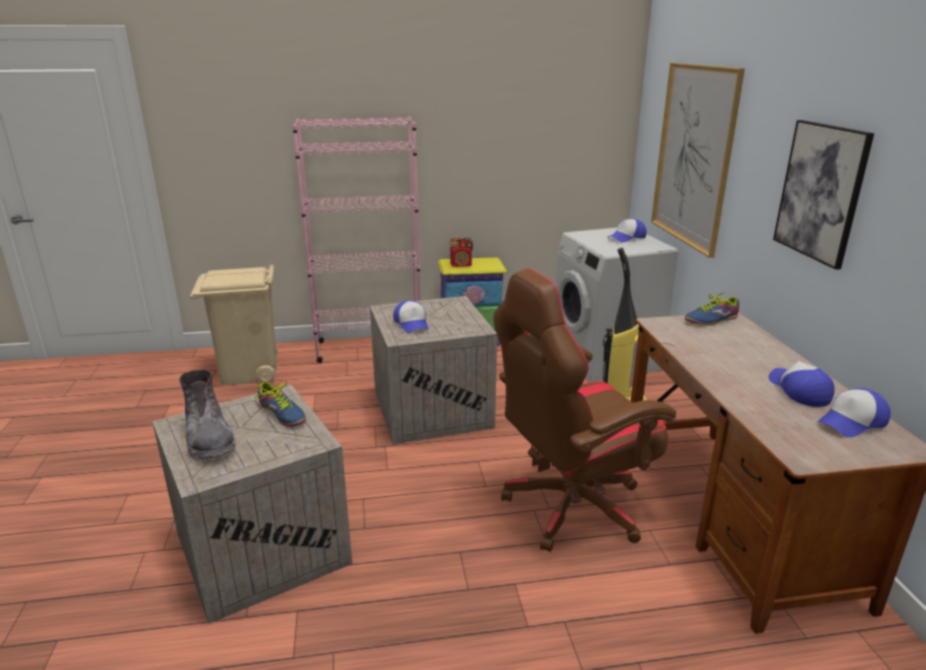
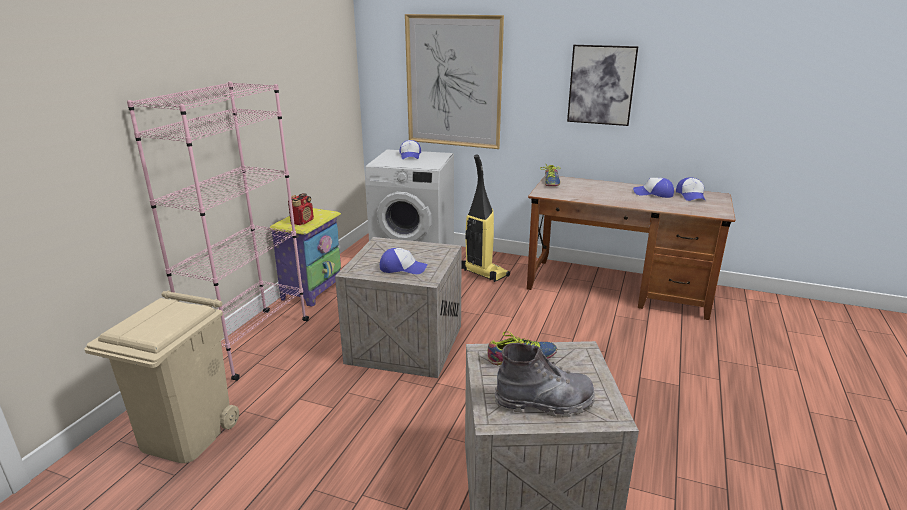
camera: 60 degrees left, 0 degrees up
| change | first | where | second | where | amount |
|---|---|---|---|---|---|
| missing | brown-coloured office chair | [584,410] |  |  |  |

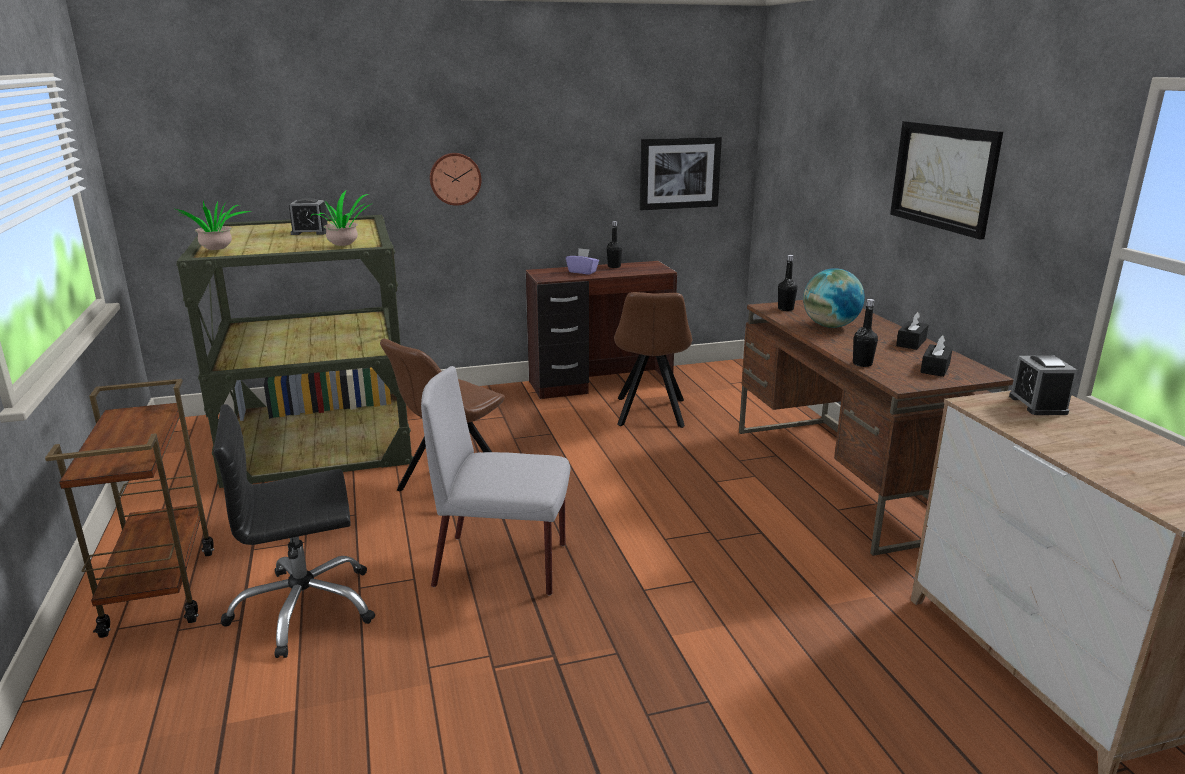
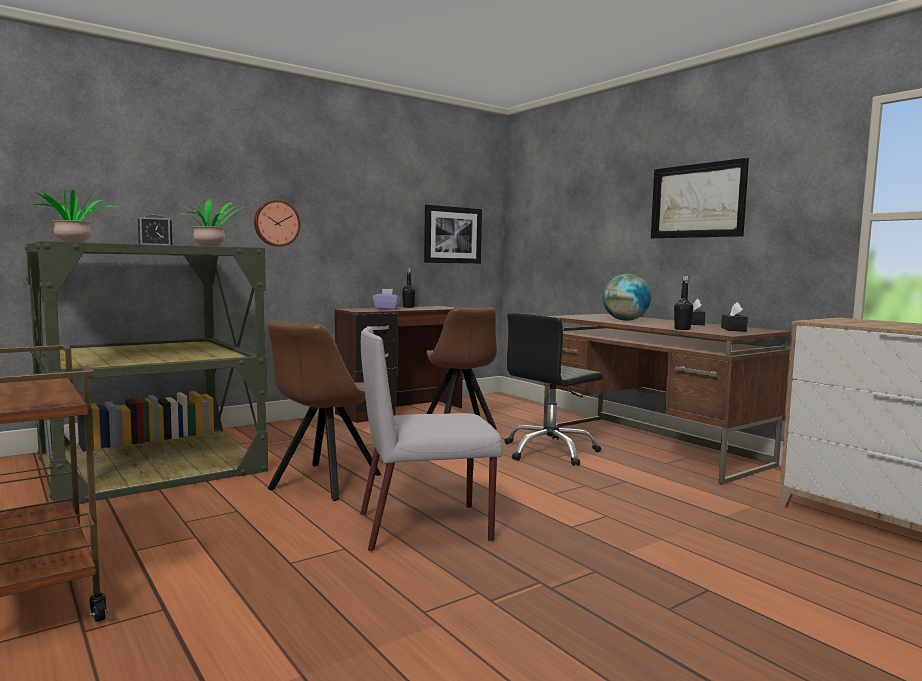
camera: 20 degrees left, 15 degrees down
| change | first | where | second | where | amount |
|---|---|---|---|---|---|
| missing | black-coloured bottle | [788,283] |  |  |  |
| missing | alarm clock | [1043,385] |  |  |  |
| relocated | black-coloured office chair | [294,531] |  | [553,389] |  |

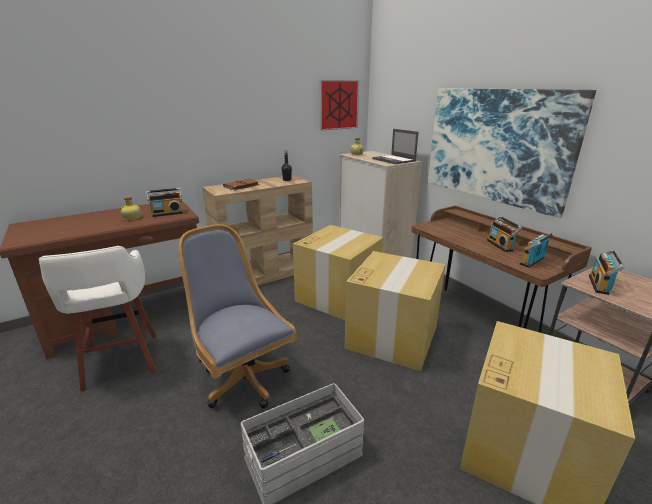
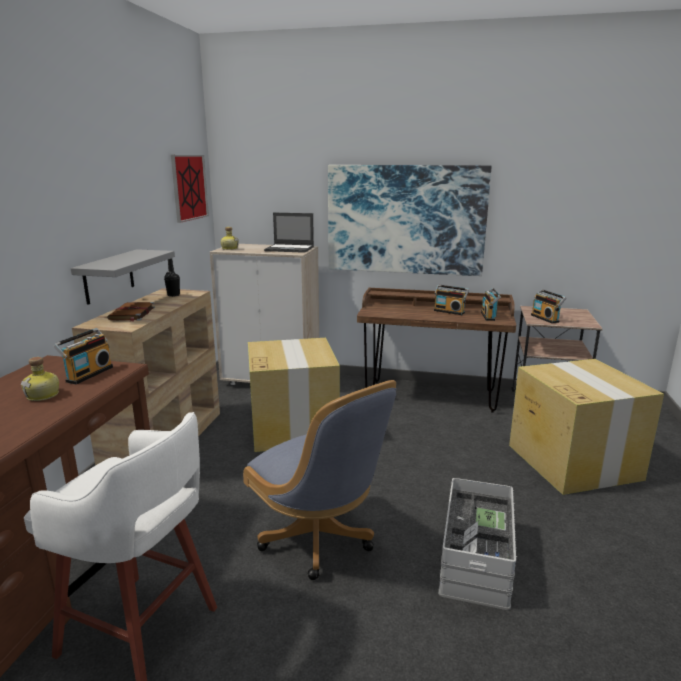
camera: 45 degrees left, 5 degrees down
| change | first | where | second | where | amount |
|---|---|---|---|---|---|
| missing | carton | [395,311] |  |  |  |
| appeared |  |  | greyish shelf | [123,277] |  |
| spun | blue office chair | [237,316] |  | [319,480] | 135 degrees counterclockwise |

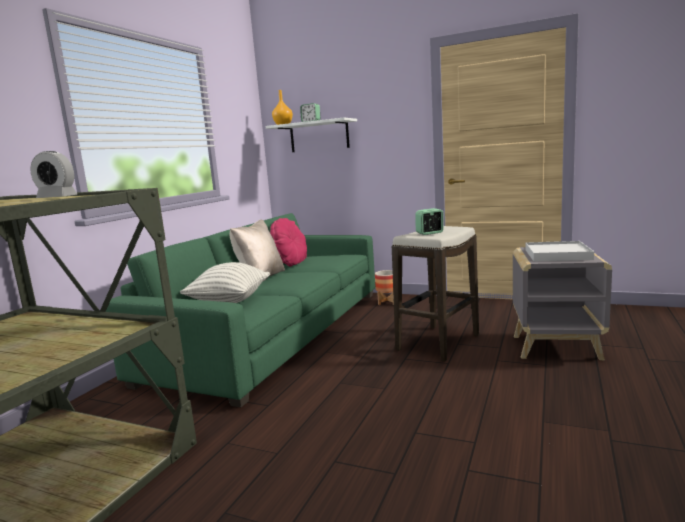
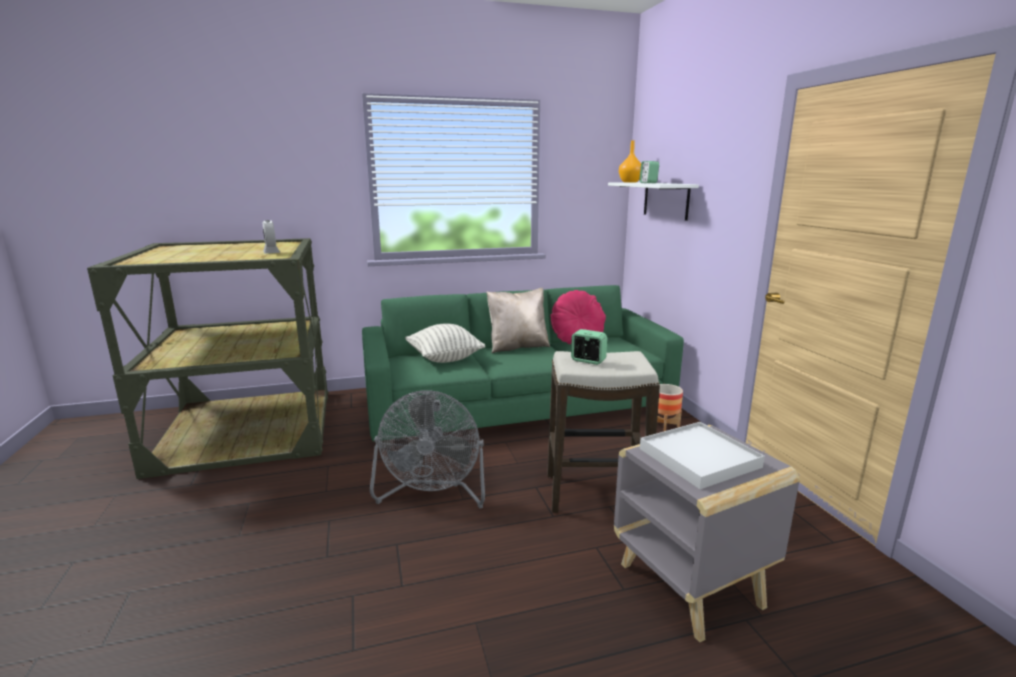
camera: 50 degrees right, 5 degrees up
| change | first | where | second | where | amount |
|---|---|---|---|---|---|
| appeared |  |  | greyish electric fan | [427,449] |  |

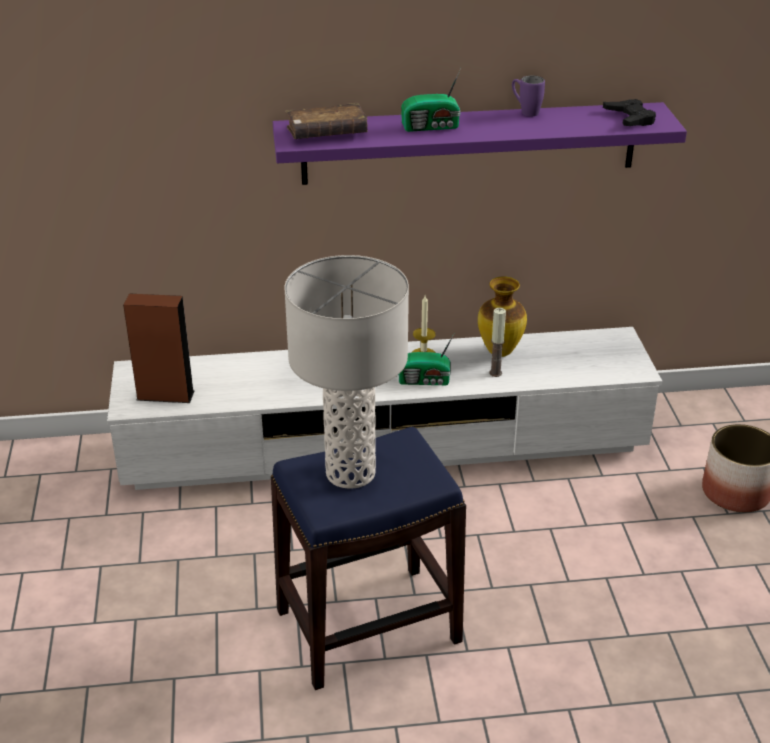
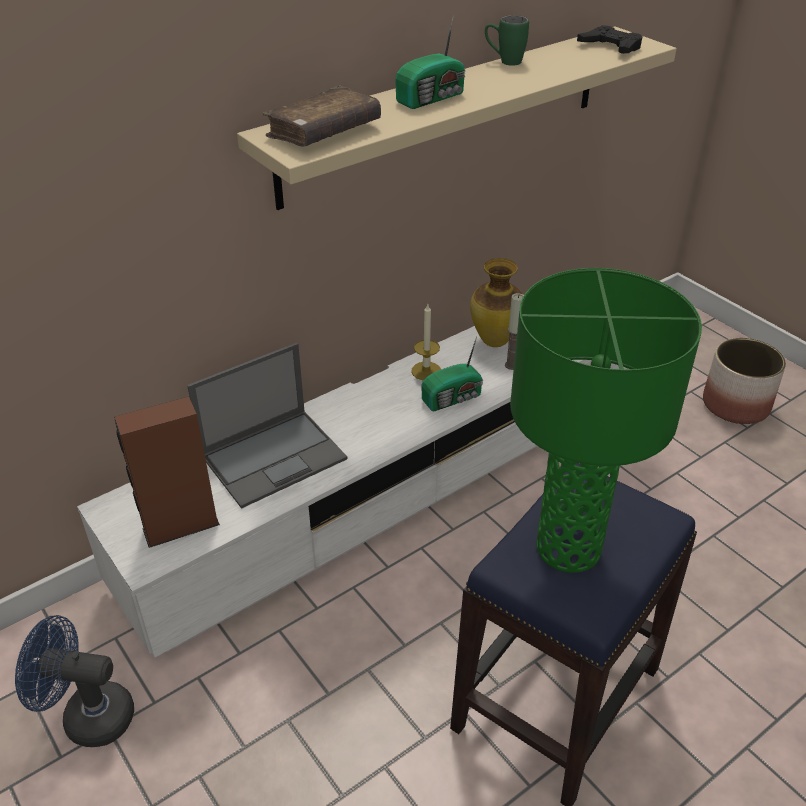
camera: 30 degrees left, 5 degrees up
| change | first | where | second | where | amount |
|---|---|---|---|---|---|
| appeared |  |  | blue electric fan | [74,681] |  |
| appeared |  |  | notebook computer | [267,426] |  |
| colour | purple shelf | [480,143] | sand-coloured shelf | [457,118] |  |
| colour | white-coloured table lamp | [347,372] | green table lamp | [606,420] |  |
| colour | purple tea mug | [528,95] | green tea mug | [507,40] |  |

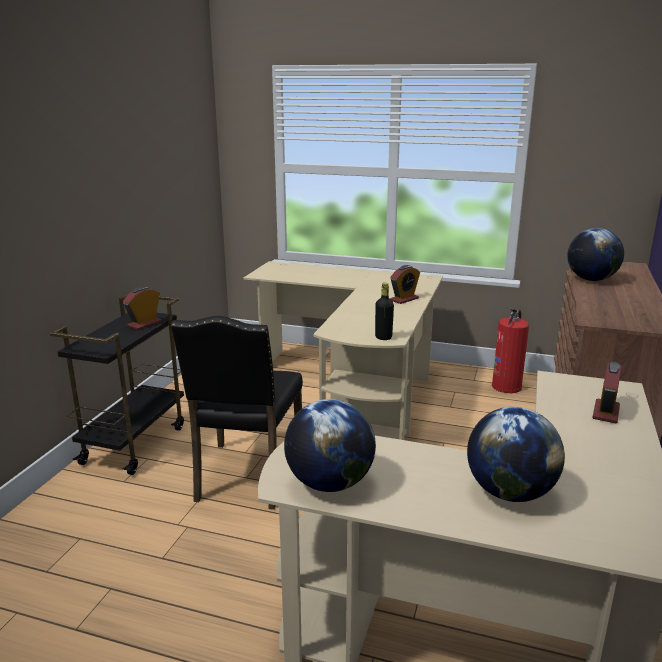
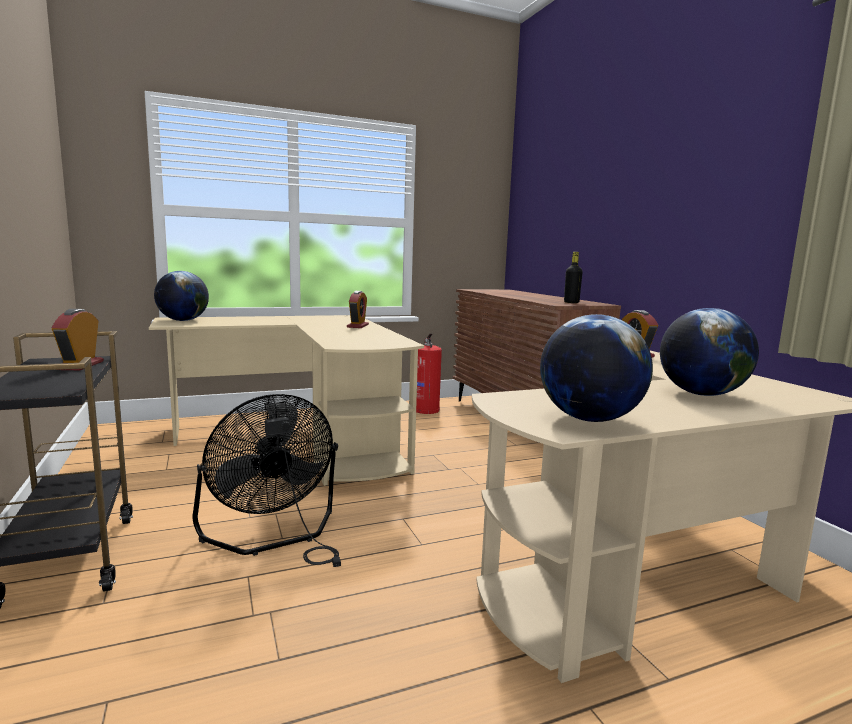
camera: 40 degrees left, 10 degrees down
| change | first | where | second | where | amount |
|---|---|---|---|---|---|
| relocated | black-coloured bottle | [384,311] |  | [573,277] |  |
| relocated | desk globe | [595,254] |  | [181,296] |  |
| exchanged | black-coloured chair | [237,413] | black-coloured electric fan | [266,480] |  |

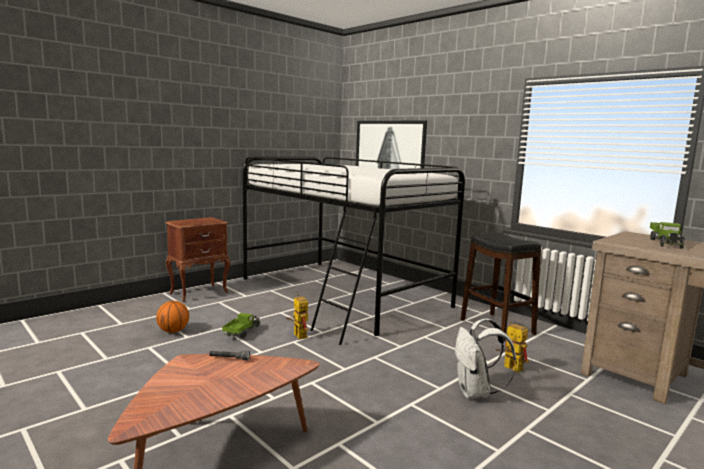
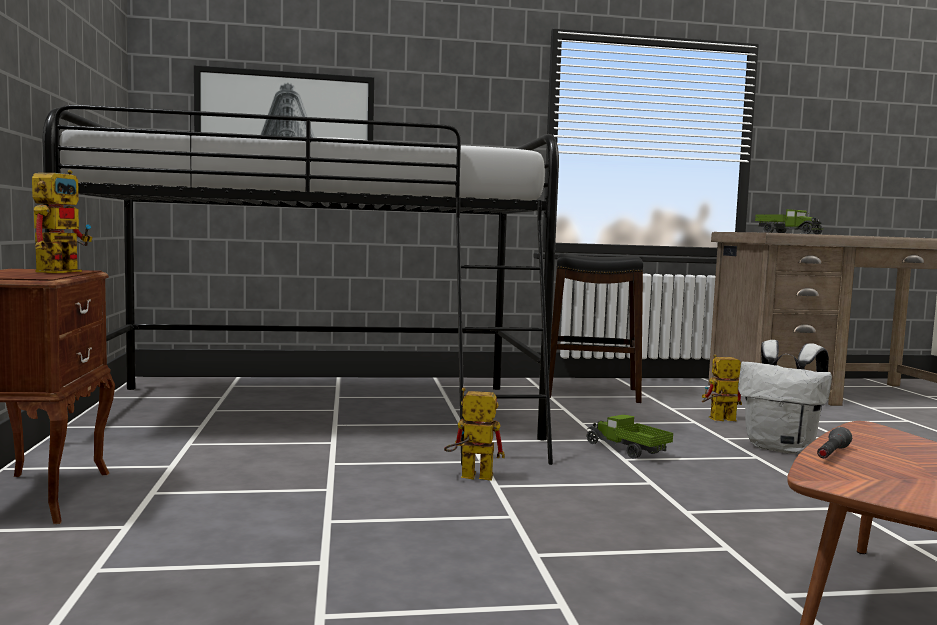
camera: 55 degrees left, 5 degrees down
| change | first | where | second | where | amount |
|---|---|---|---|---|---|
| missing | basketball | [172,317] |  |  |  |
| appeared |  |  | toy robot | [62,221] |  |
| relocated | toy lorry | [241,325] |  | [629,437] |  |

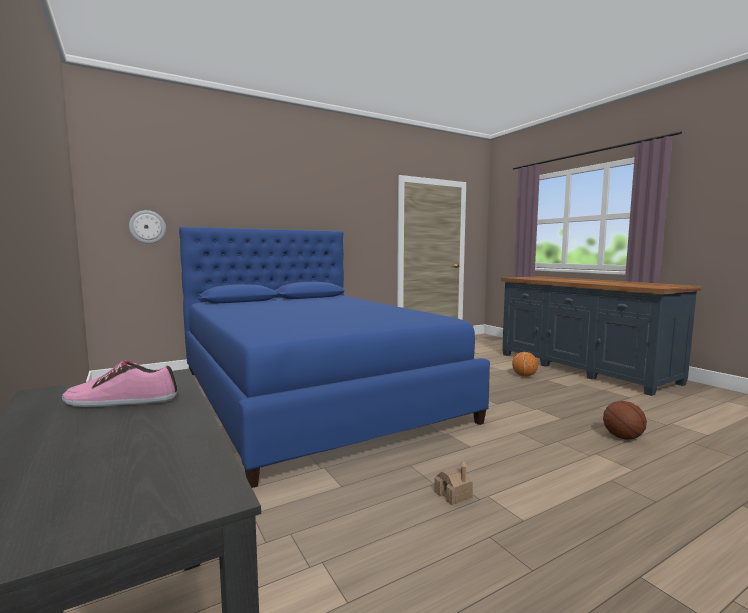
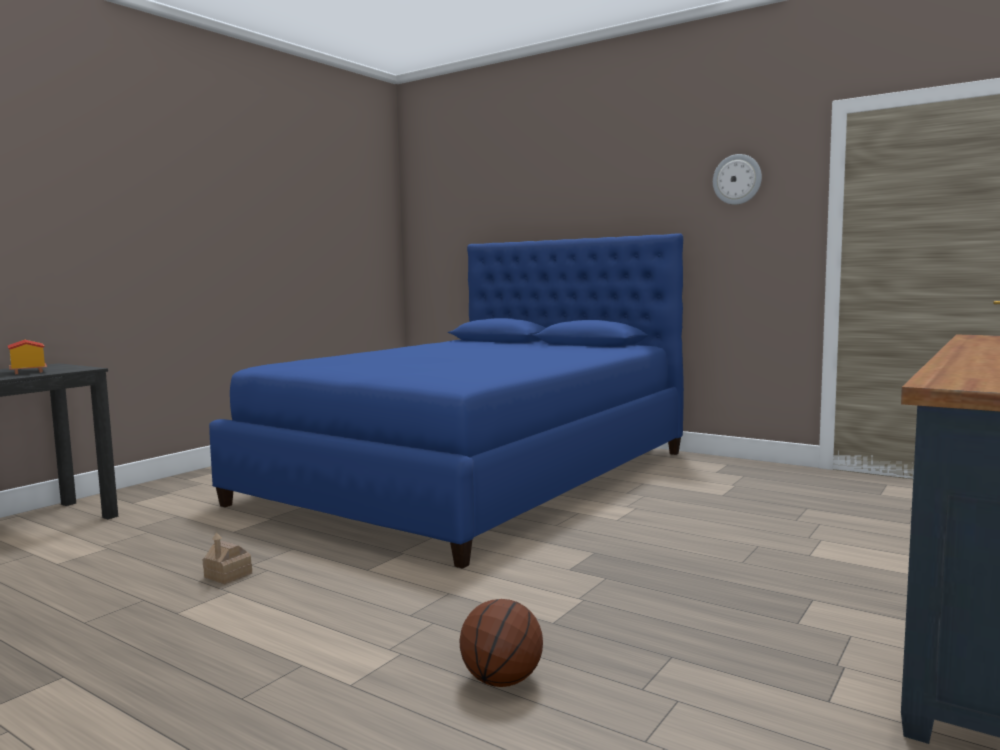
camera: 65 degrees right, 0 degrees up
| change | first | where | second | where | amount |
|---|---|---|---|---|---|
| missing | basketball | [525,364] |  |  |  |
| relocated | wall clock | [147,227] |  | [737,179] |  |
| exchanged | shoe | [119,384] | toy house | [27,357] |  |

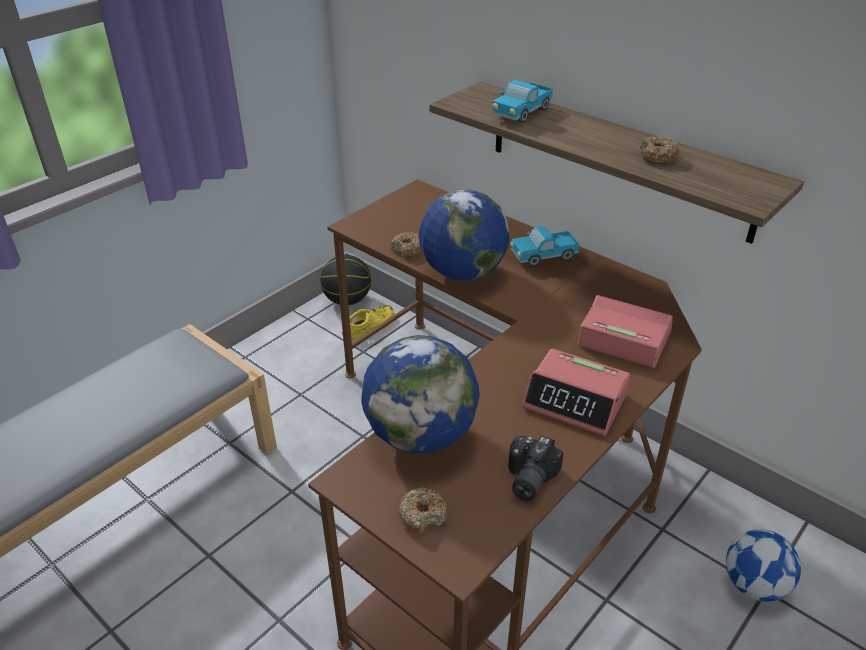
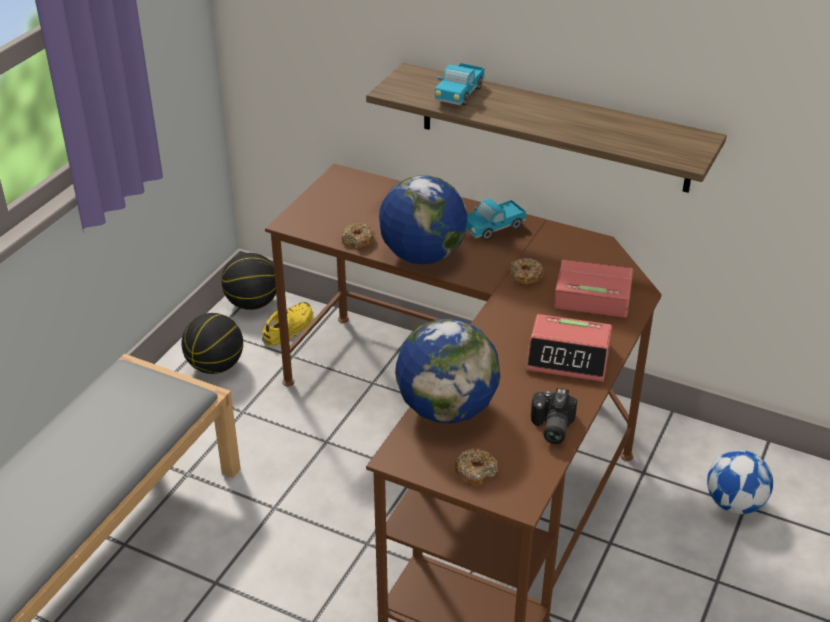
camera: 15 degrees left, 0 degrees up
| change | first | where | second | where | amount |
|---|---|---|---|---|---|
| appeared |  |  | basketball | [212,343] |  |
| relocated | donut | [659,150] |  | [527,271] |  |

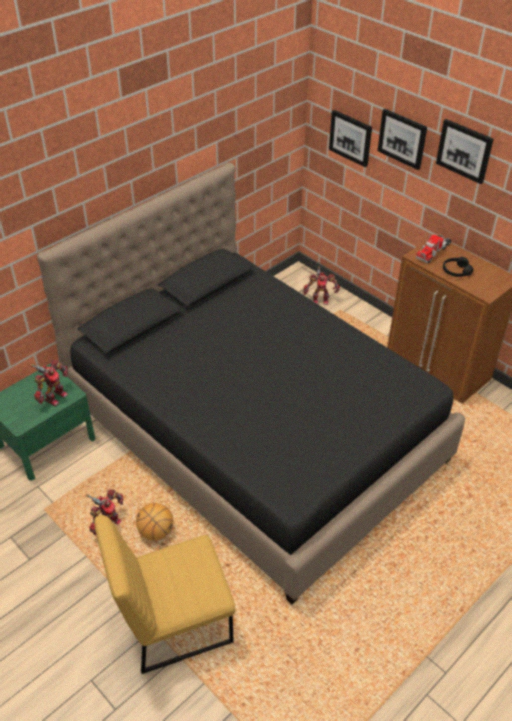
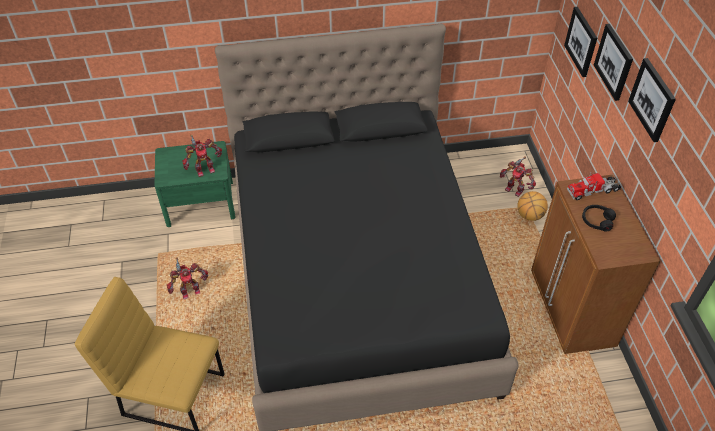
camera: 35 degrees right, 5 degrees up
| change | first | where | second | where | amount |
|---|---|---|---|---|---|
| relocated | basketball | [154,522] |  | [532,206] |  |

